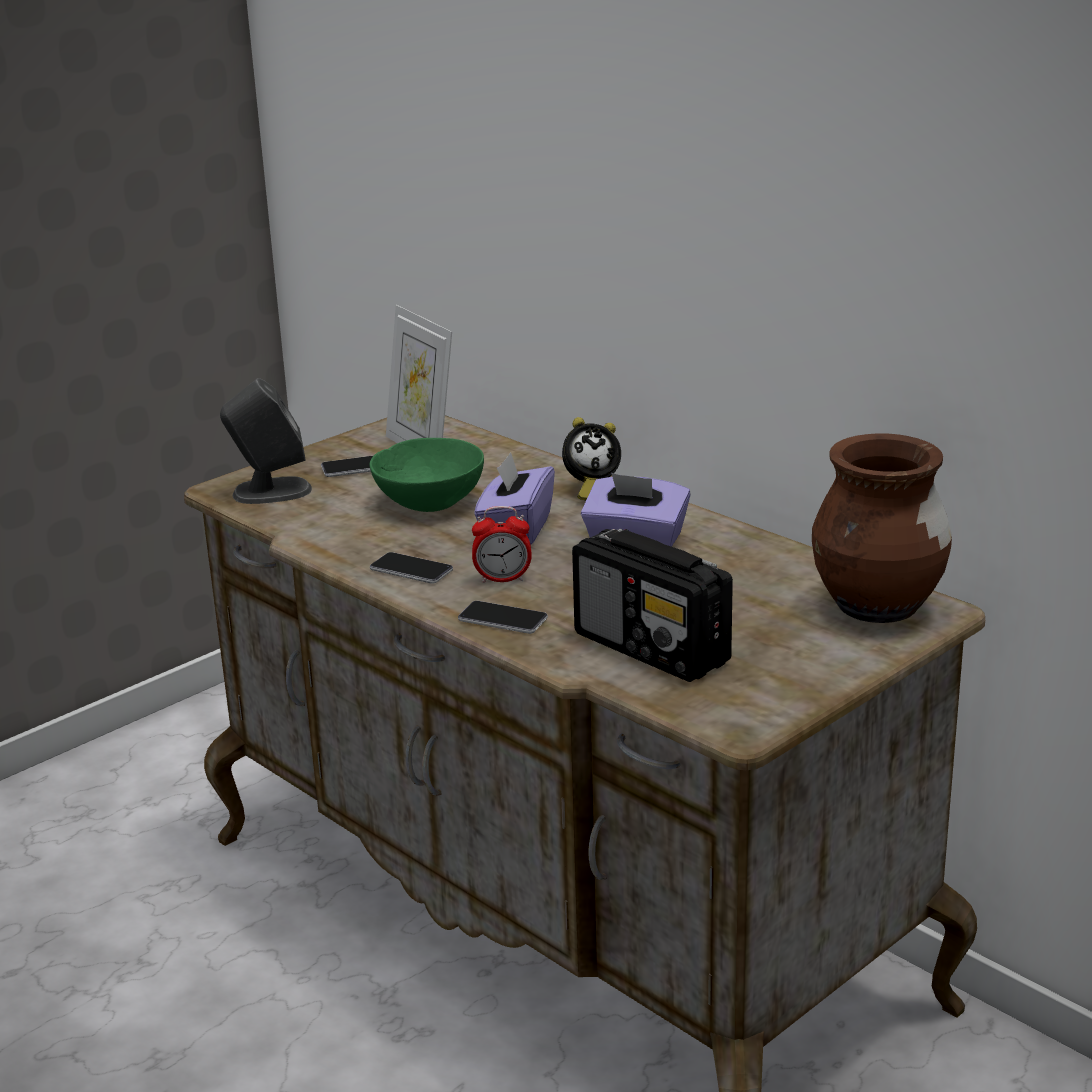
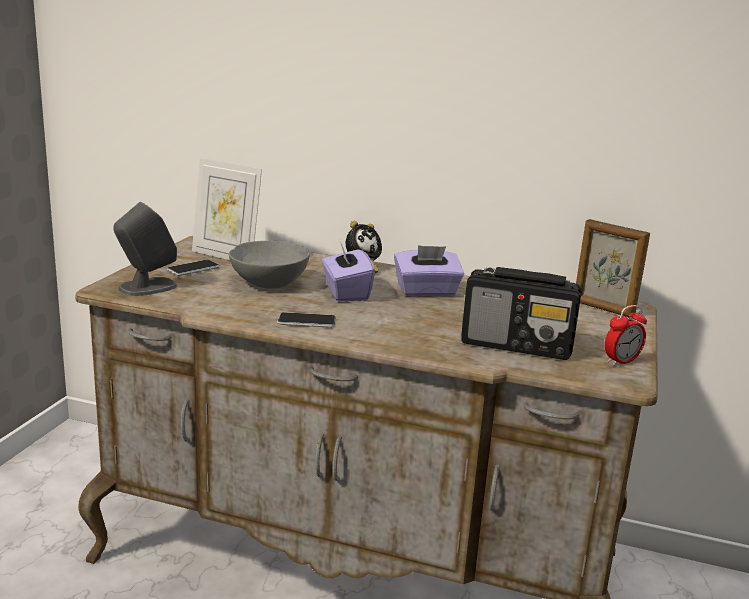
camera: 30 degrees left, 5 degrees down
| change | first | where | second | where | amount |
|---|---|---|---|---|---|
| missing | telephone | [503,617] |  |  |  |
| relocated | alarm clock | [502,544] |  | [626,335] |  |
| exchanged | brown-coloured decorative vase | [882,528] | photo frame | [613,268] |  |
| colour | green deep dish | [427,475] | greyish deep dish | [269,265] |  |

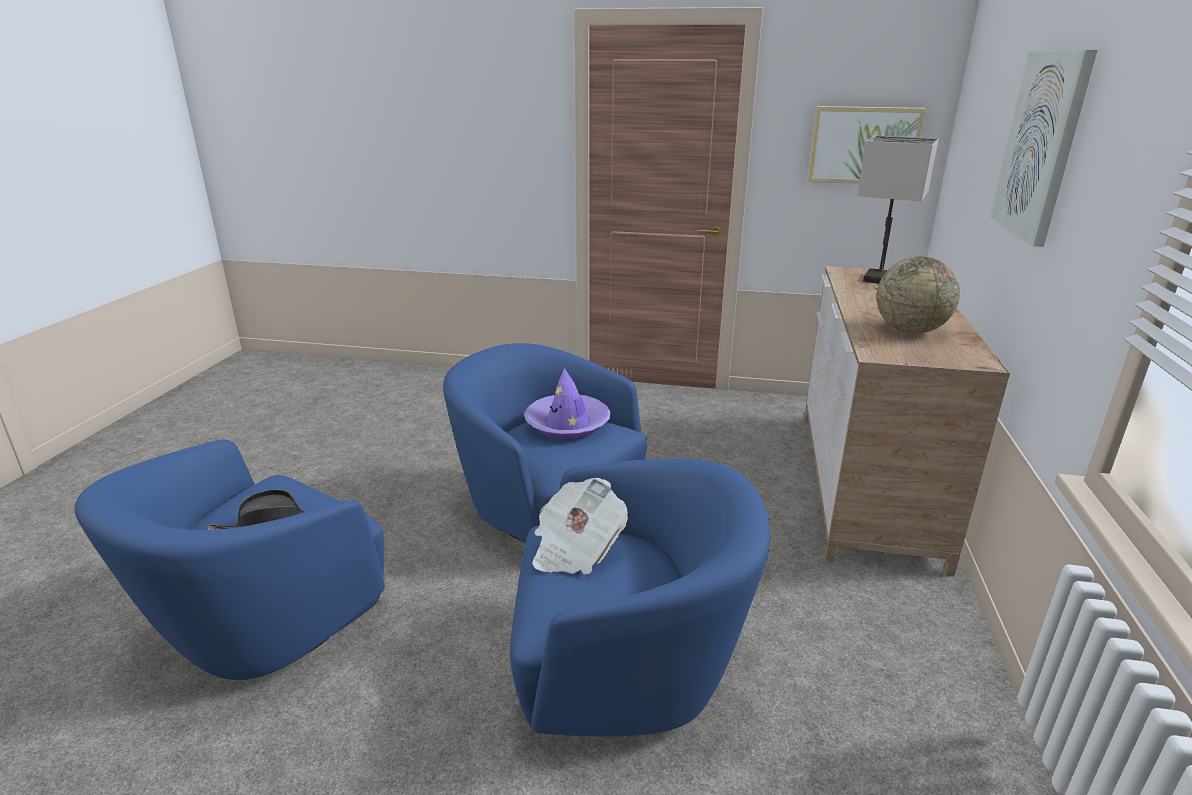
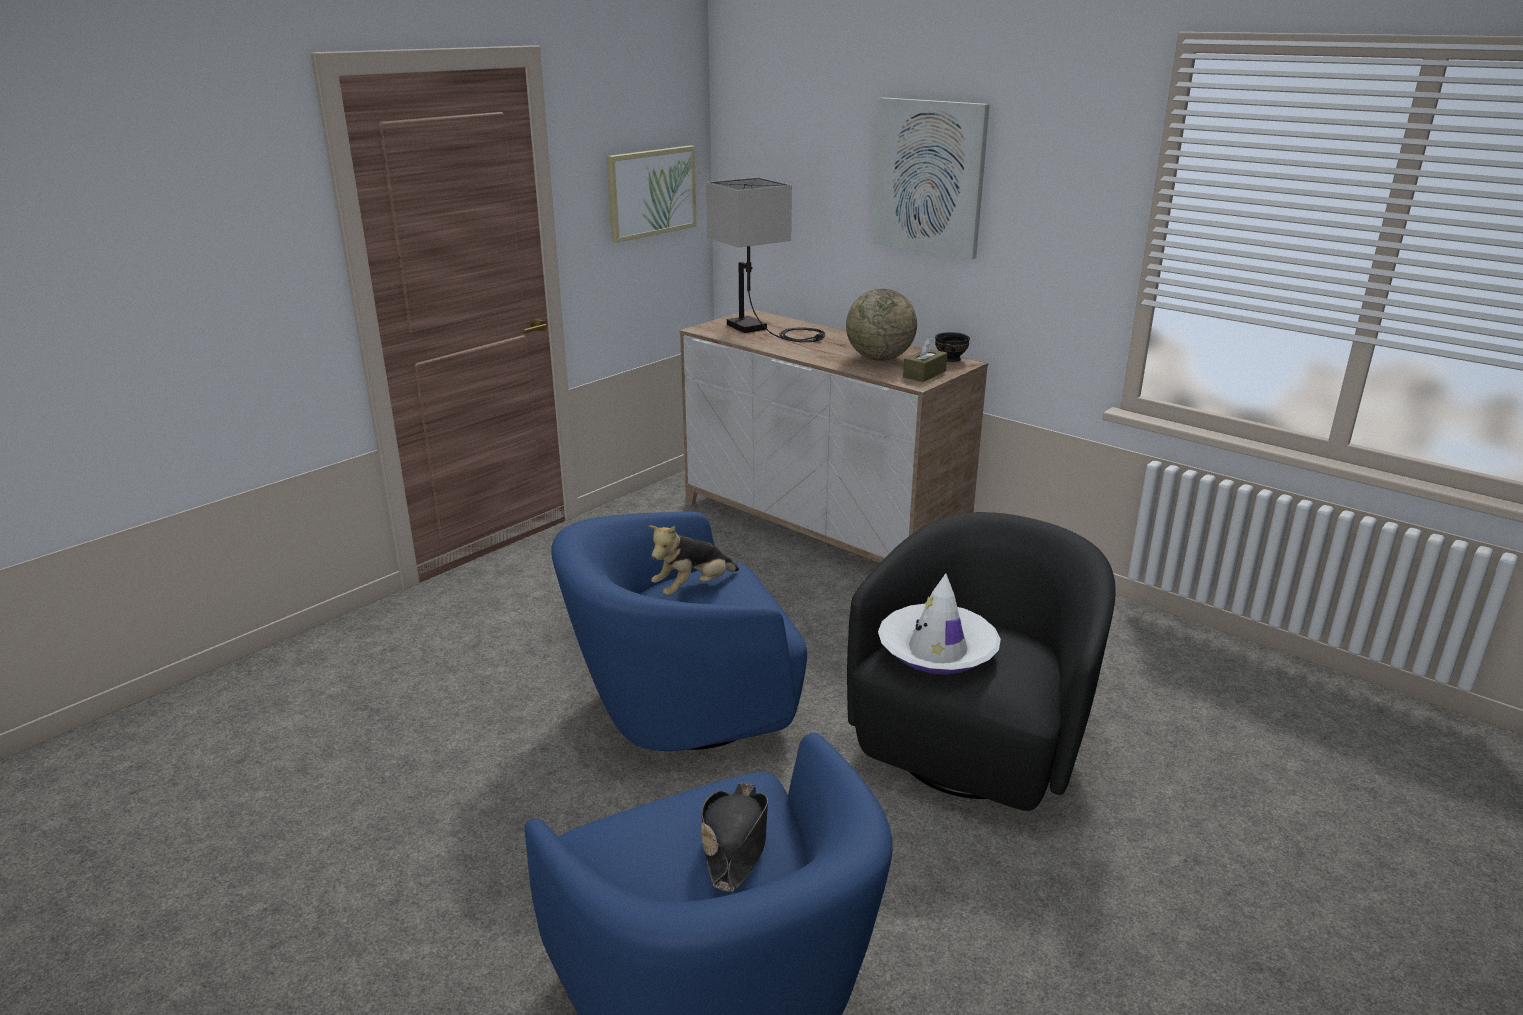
camera: 60 degrees left, 0 degrees up
| change | first | where | second | where | amount |
|---|---|---|---|---|---|
| appeared |  |  | brown-coloured tissue holder | [925,359] |  |
| appeared |  |  | black-coloured deep dish | [952,347] |  |
| exchanged | purple wearable hat | [567,403] | cuddly toy | [694,560] |  |
| exchanged | newspaper | [580,526] | white-coloured wearable hat | [939,624] |  |
| colour | blue lounge chair | [640,597] | black-coloured lounge chair | [981,661] |  |

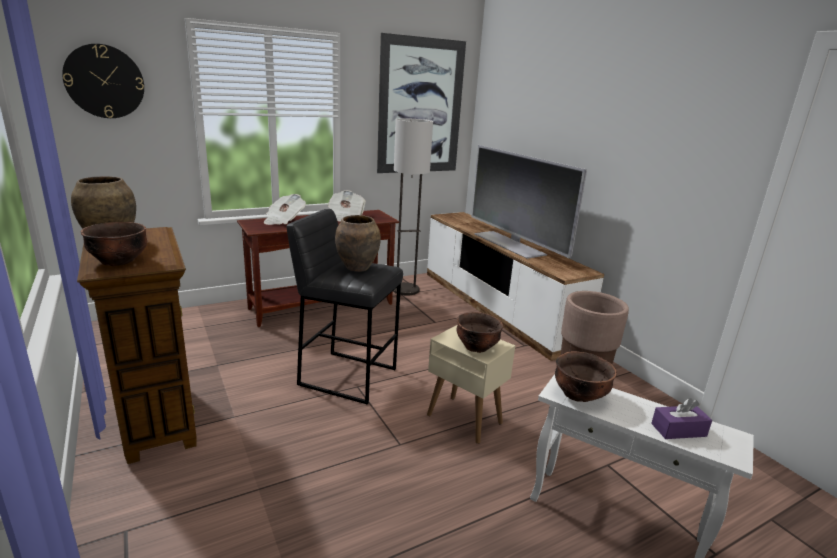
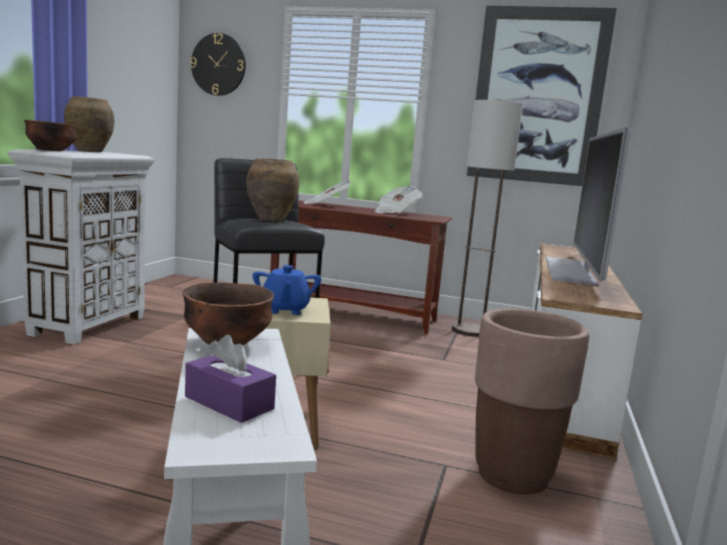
camera: 45 degrees right, 10 degrees down
| change | first | where | second | where | amount |
|---|---|---|---|---|---|
| exchanged | brown-coloured deep dish | [479,332] | blue teapot | [287,290] |  |
| colour | brown-coloured cupboard | [137,345] | white-coloured cupboard | [81,246] |  |

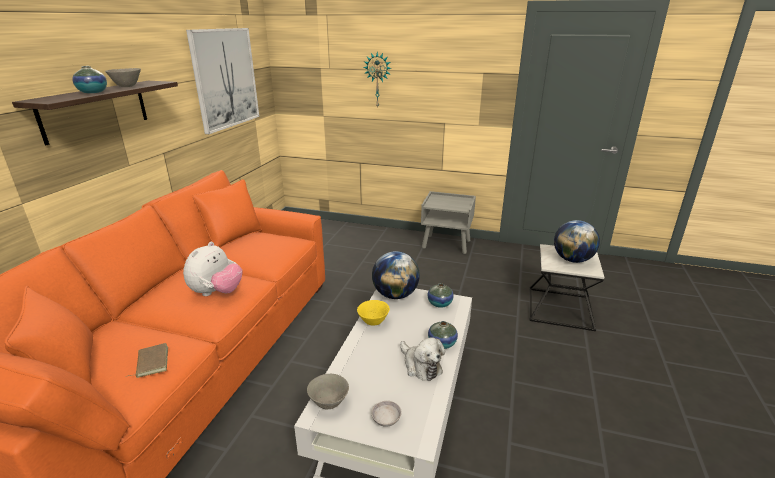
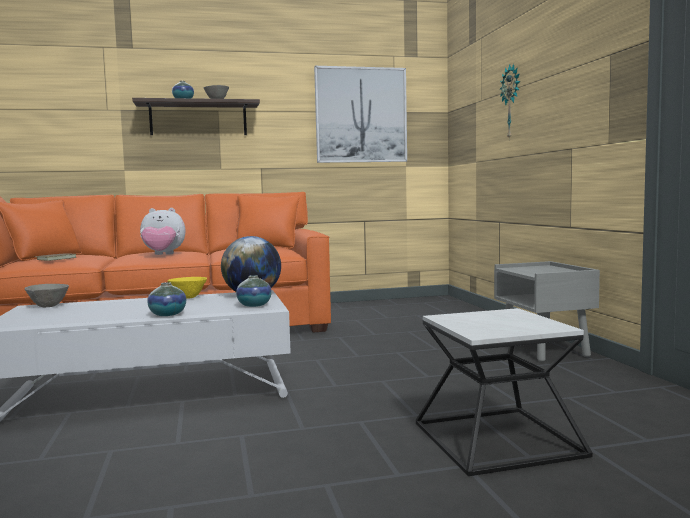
camera: 60 degrees right, 20 degrees down
| change | first | where | second | where | amount |
|---|---|---|---|---|---|
| missing | greyish deep dish | [386,414] |  |  |  |
| missing | cuddly toy | [422,359] |  |  |  |
| missing | desk globe | [577,241] |  |  |  |

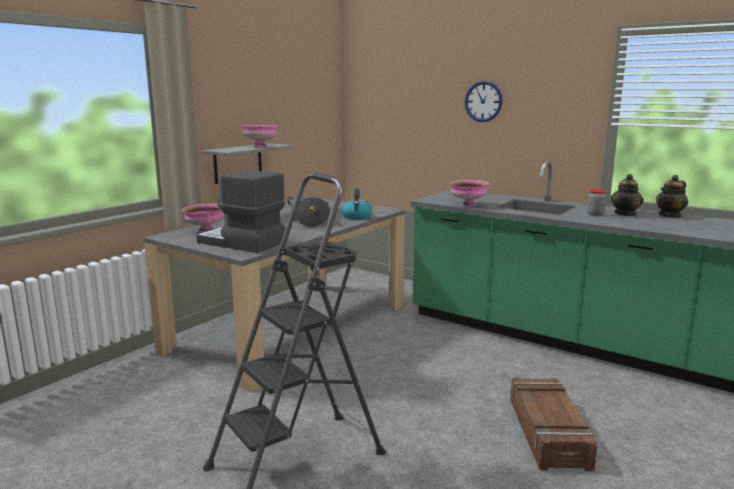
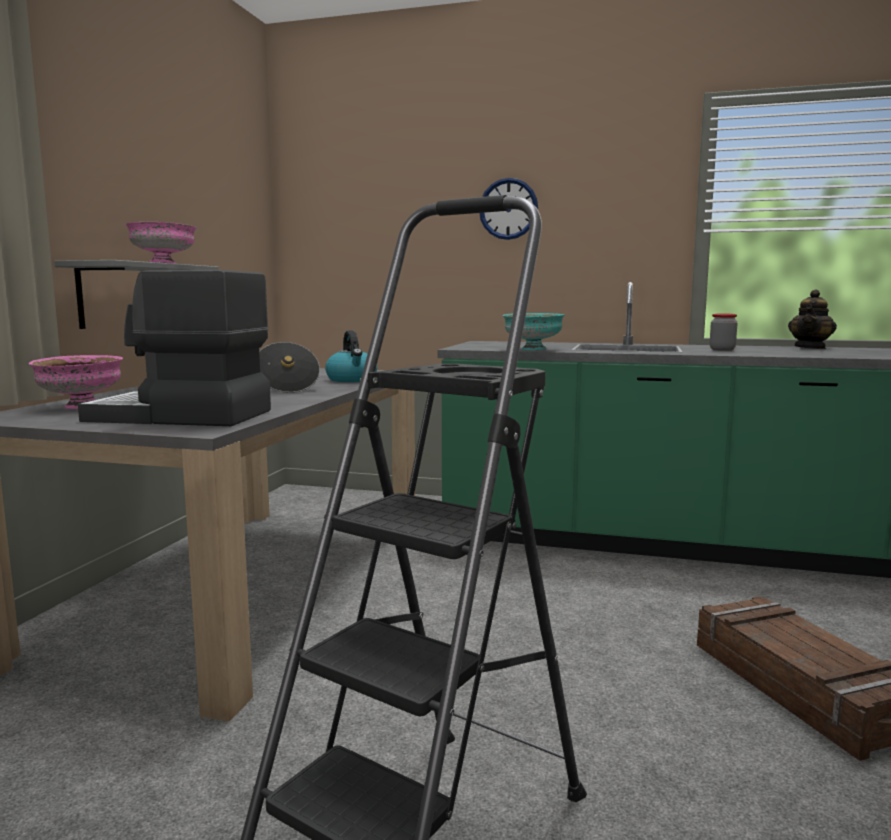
camera: 20 degrees left, 5 degrees down
| change | first | where | second | where | amount |
|---|---|---|---|---|---|
| missing | teapot | [627,195] |  |  |  |
| colour | pinkish deep dish | [469,193] | blue-green deep dish | [534,331] |  |

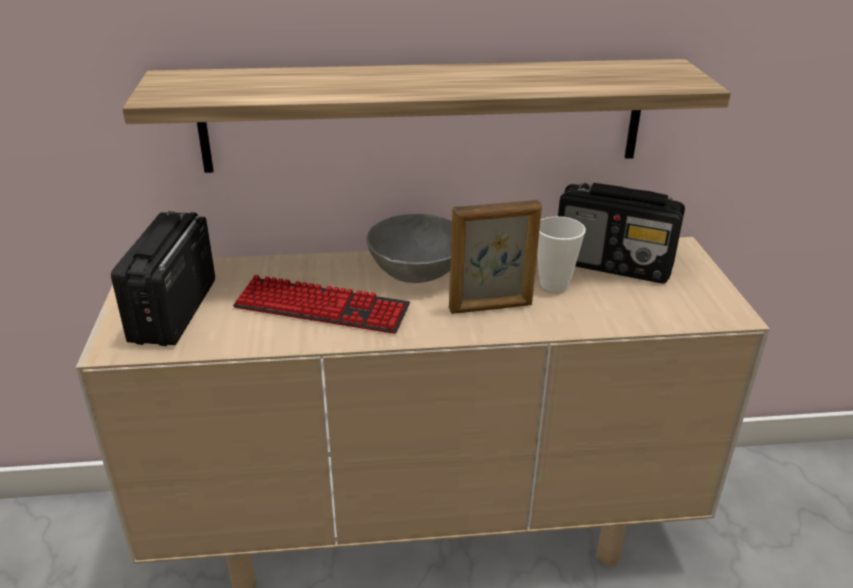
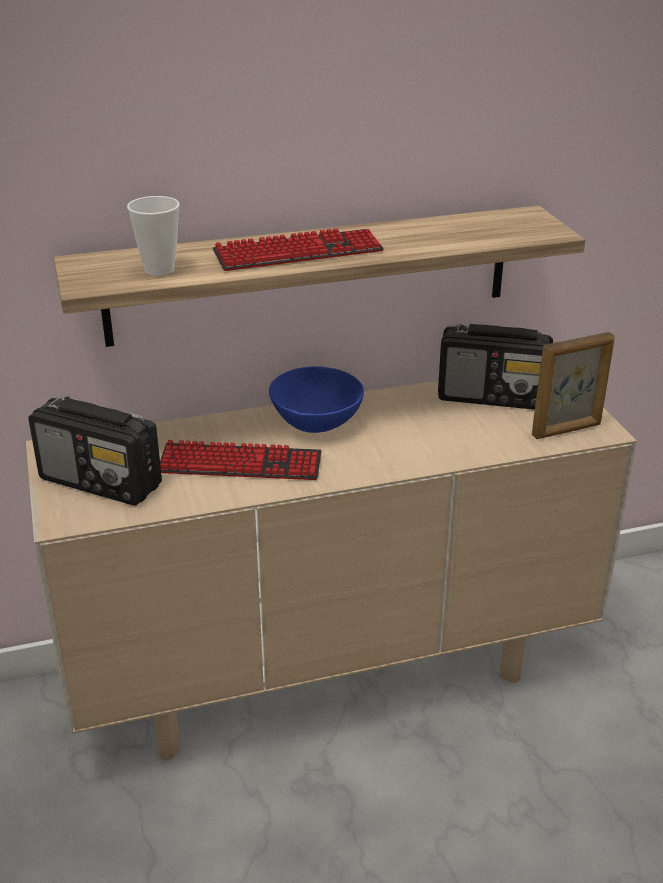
camera: 10 degrees left, 0 degrees up
| change | first | where | second | where | amount |
|---|---|---|---|---|---|
| appeared |  |  | PC keyboard | [298,249] |  |
| relocated | photo frame | [495,257] |  | [573,385] |  |
| relocated | small cup | [561,254] |  | [153,236] |  |
| colour | greyish deep dish | [409,248] | blue deep dish | [316,399] |  |
| spun | radio set | [163,278] |  | [95,451] | 60 degrees counterclockwise |

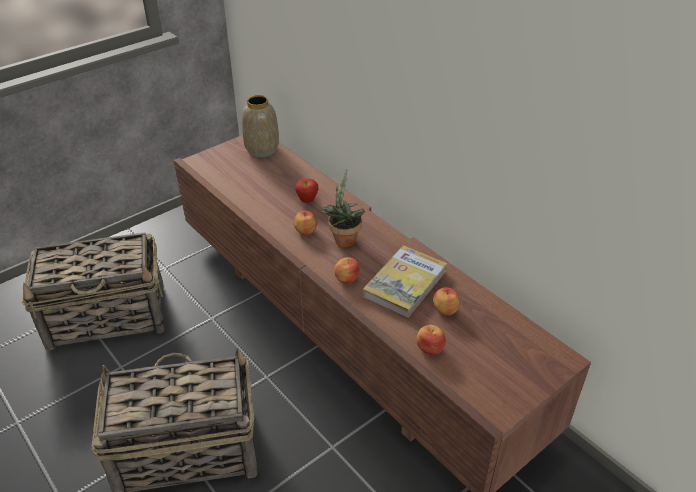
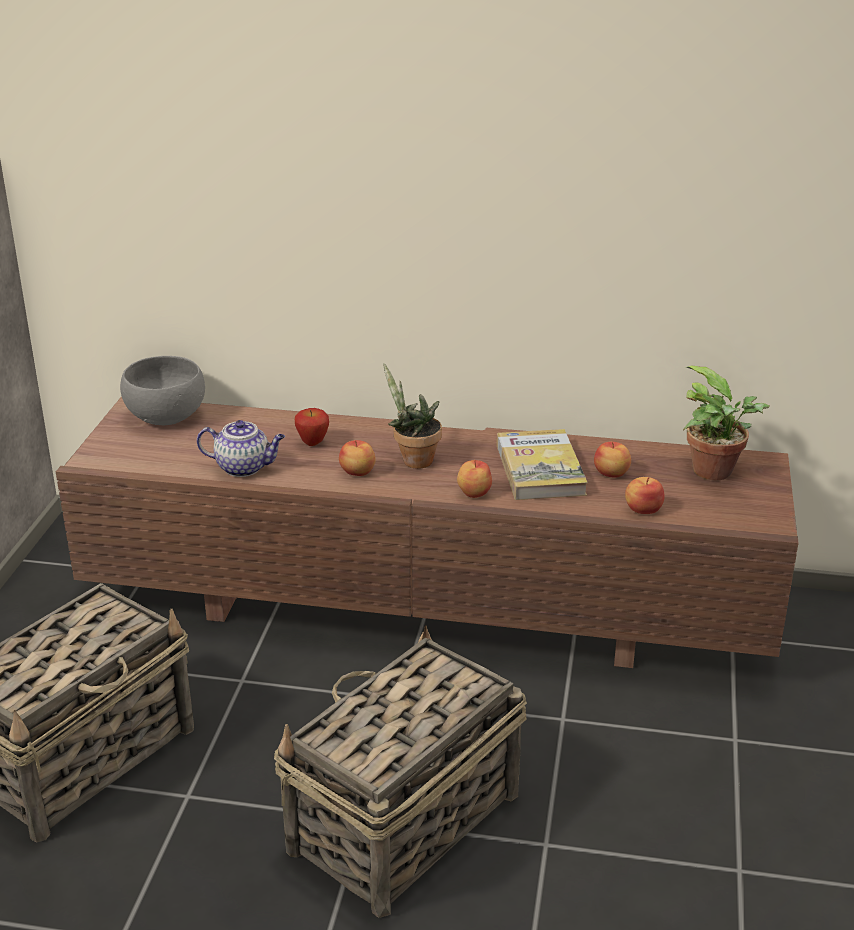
camera: 40 degrees left, 10 degrees down
| change | first | where | second | where | amount |
|---|---|---|---|---|---|
| appeared |  |  | teapot | [241,448] |  |
| appeared |  |  | houseplant | [726,423] |  |
| exchanged | decorative vase | [260,126] | greyish deep dish | [162,390] |  |

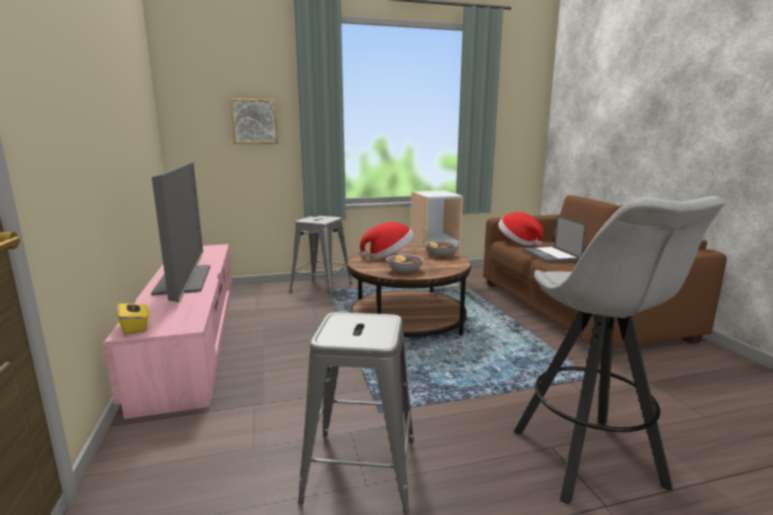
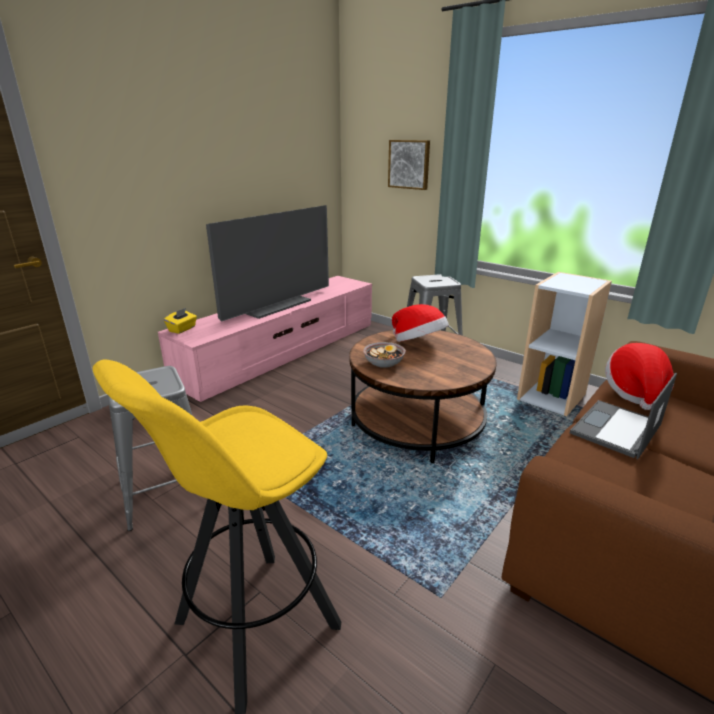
camera: 55 degrees right, 10 degrees up
| change | first | where | second | where | amount |
|---|---|---|---|---|---|
| missing | deep dish | [441,249] |  |  |  |
| colour | greyish stool seat | [619,350] | yellow stool seat | [217,536] |  |

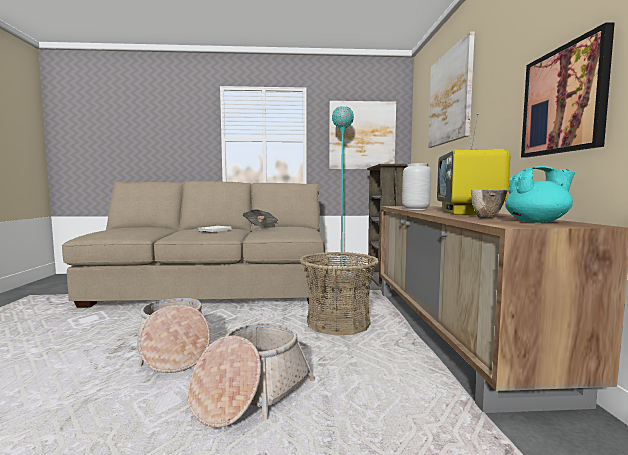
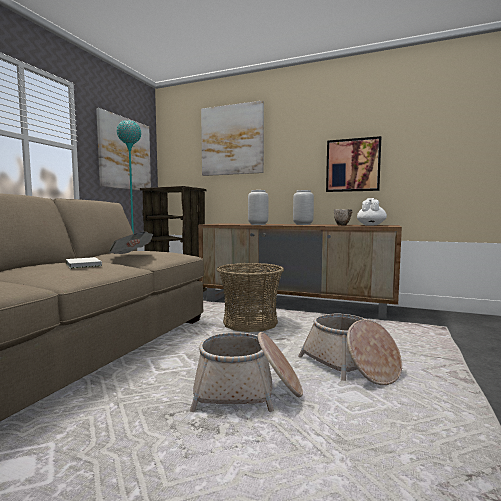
camera: 65 degrees left, 0 degrees up
| change | first | where | second | where | amount |
|---|---|---|---|---|---|
| exchanged | TV set | [473,164] | greyish decorative vase | [303,207] |  |
| colour | blue-green teapot | [540,194] | white-coloured teapot | [372,212] |  |

